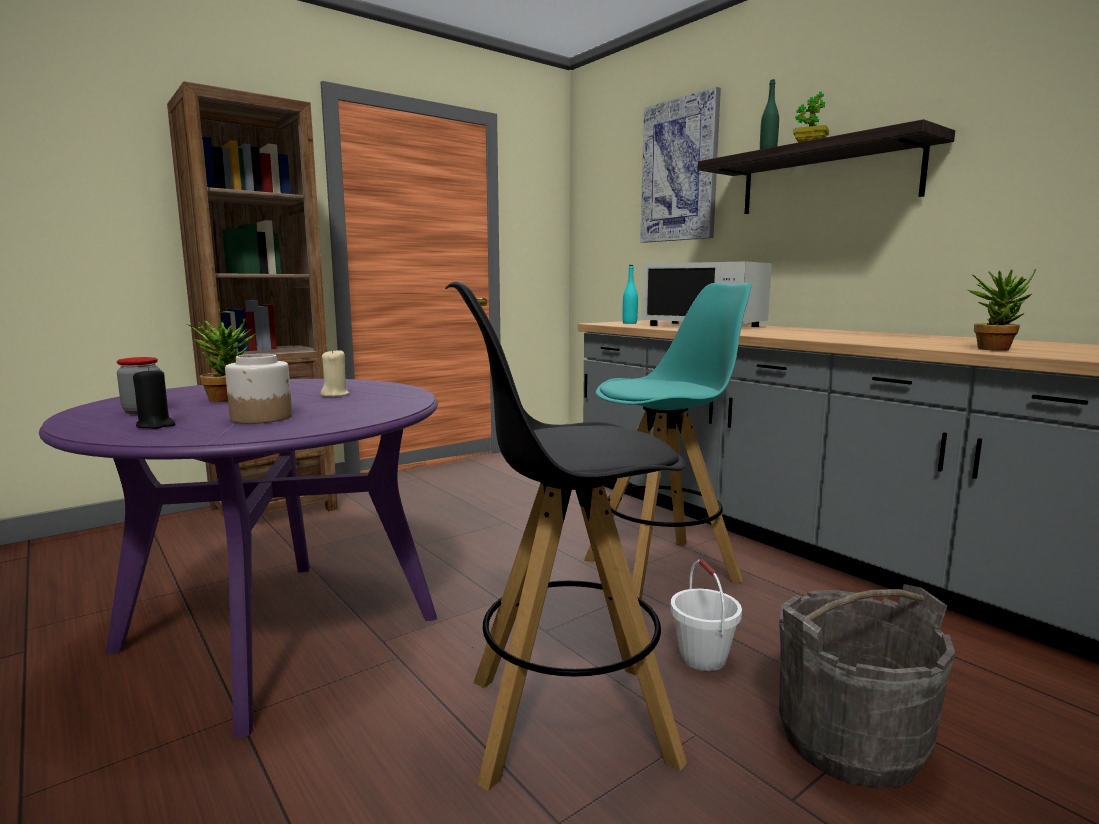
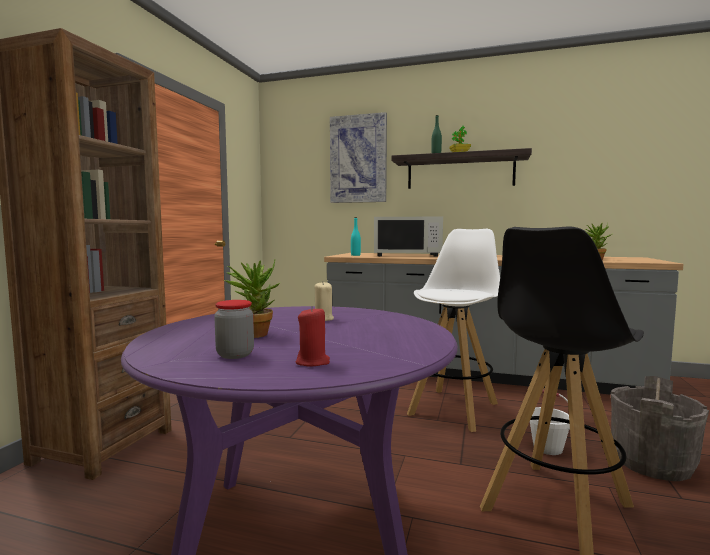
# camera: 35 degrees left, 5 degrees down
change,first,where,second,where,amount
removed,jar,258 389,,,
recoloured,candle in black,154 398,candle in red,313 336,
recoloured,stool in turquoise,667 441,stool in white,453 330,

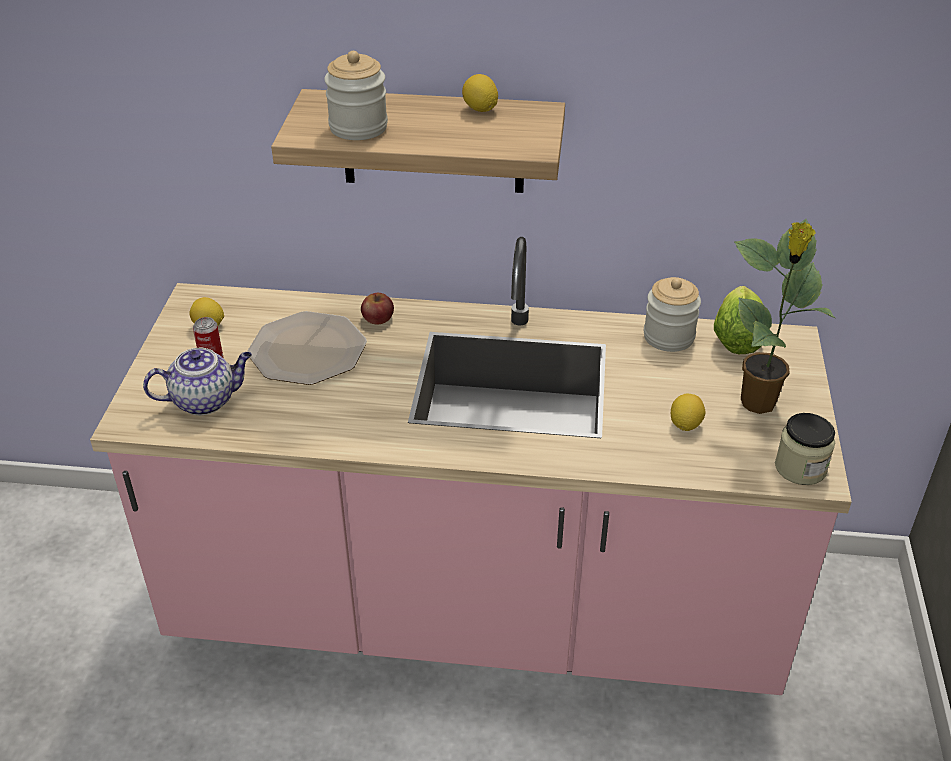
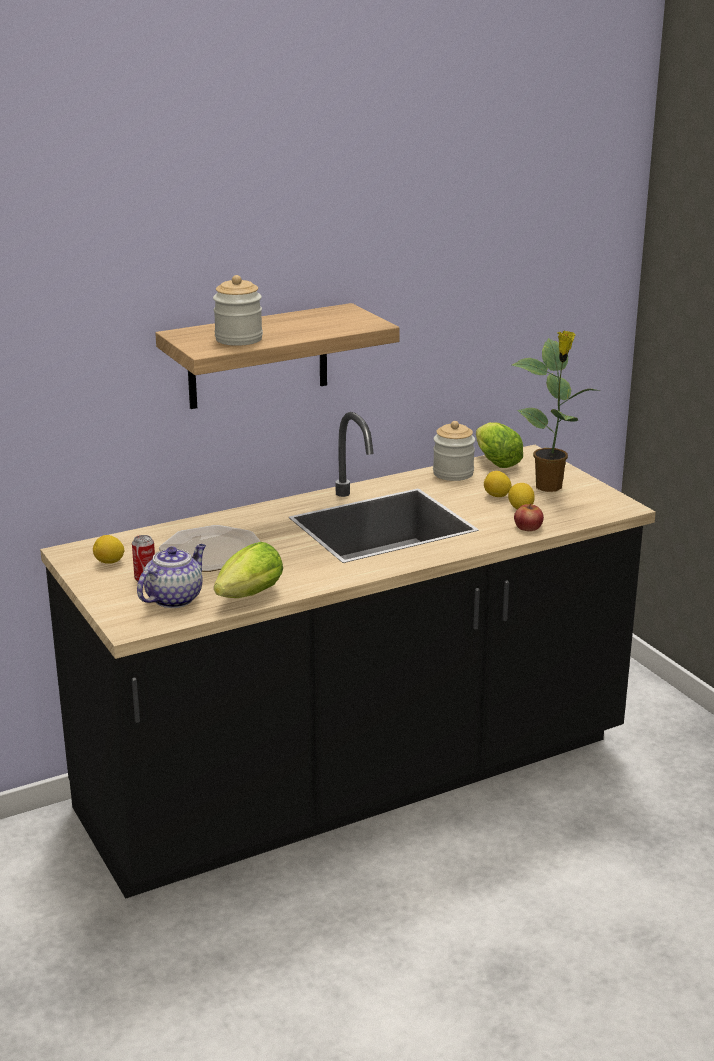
# camera: 35 degrees left, 15 degrees down
change,first,where,second,where,amount
removed,jar,805 449,,,
added,,,lettuce,248 570,
moved,apple,377 308,,529 517,
moved,lemon,480 93,,498 484,
recoloured,counter in pink,471 466,counter in black,348 655,

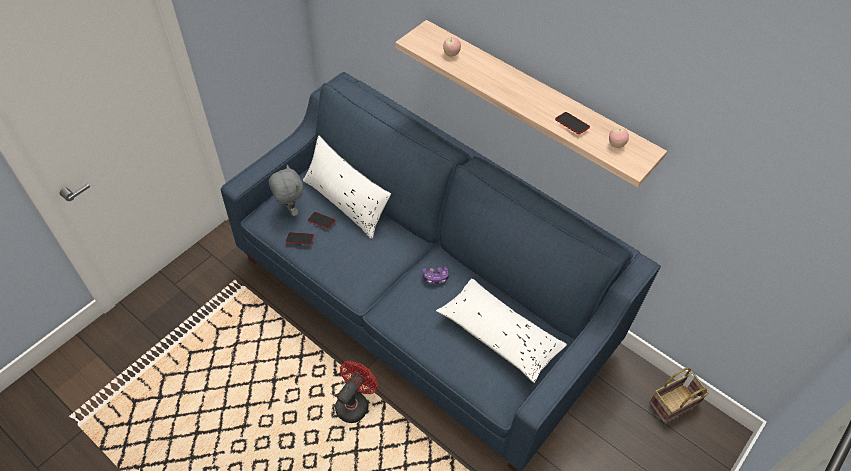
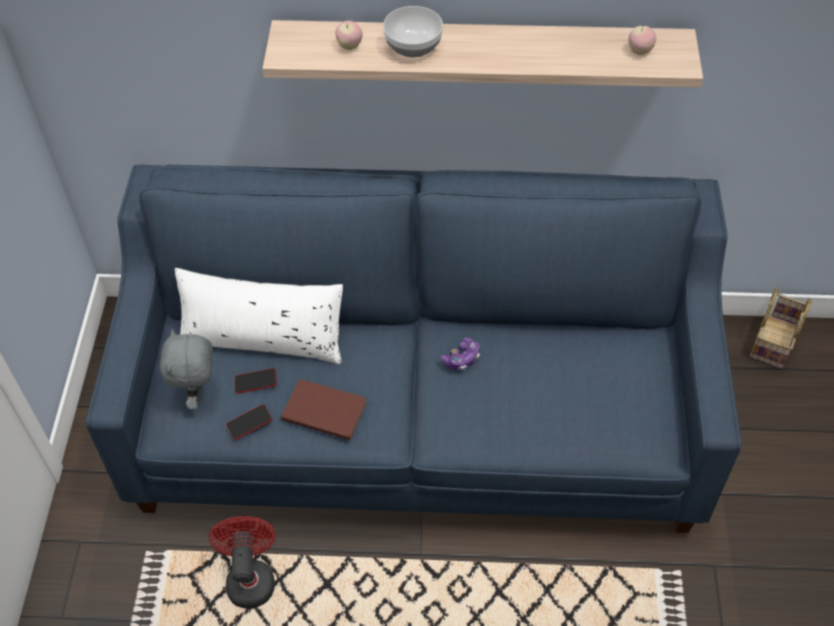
# camera: 35 degrees left, 0 degrees up
change,first,where,second,where,amount
removed,pillow in white,501 330,,,
removed,phone,572 123,,,
added,,,book in brown,324 409,
added,,,bowl,413 32,
moved,fan in red,356 392,,242 562,
turned,plush toy in grey,286 190,,186 369,120 degrees counterclockwise

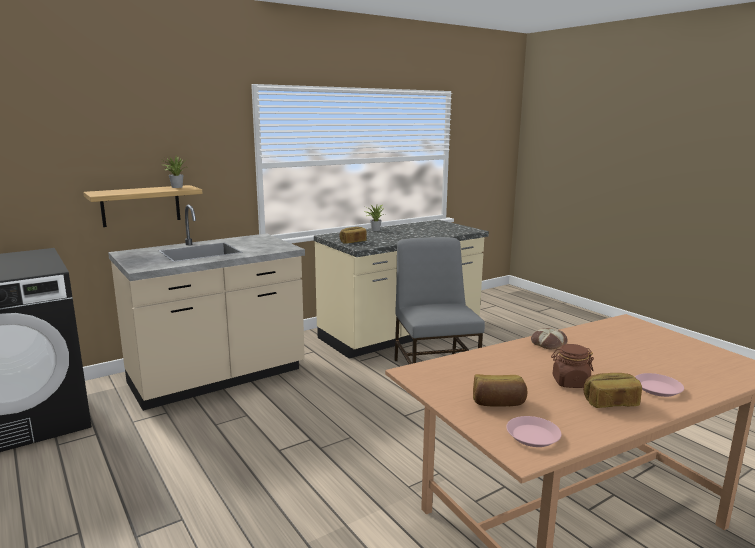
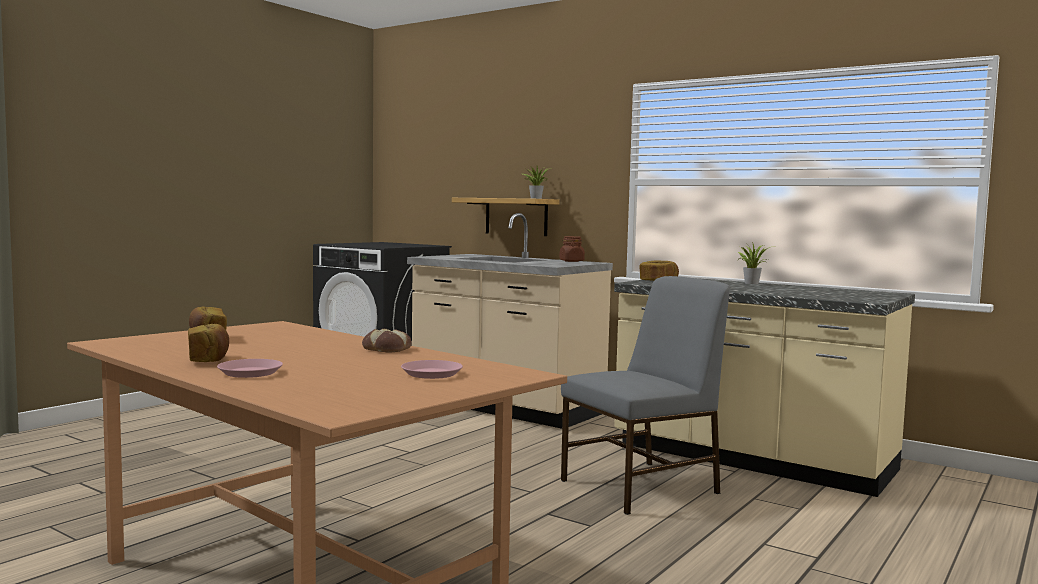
# camera: 70 degrees right, 10 degrees down
change,first,where,second,where,amount
moved,plate in pink,533 431,,432 369,
moved,jar in brown,572 366,,572 249,

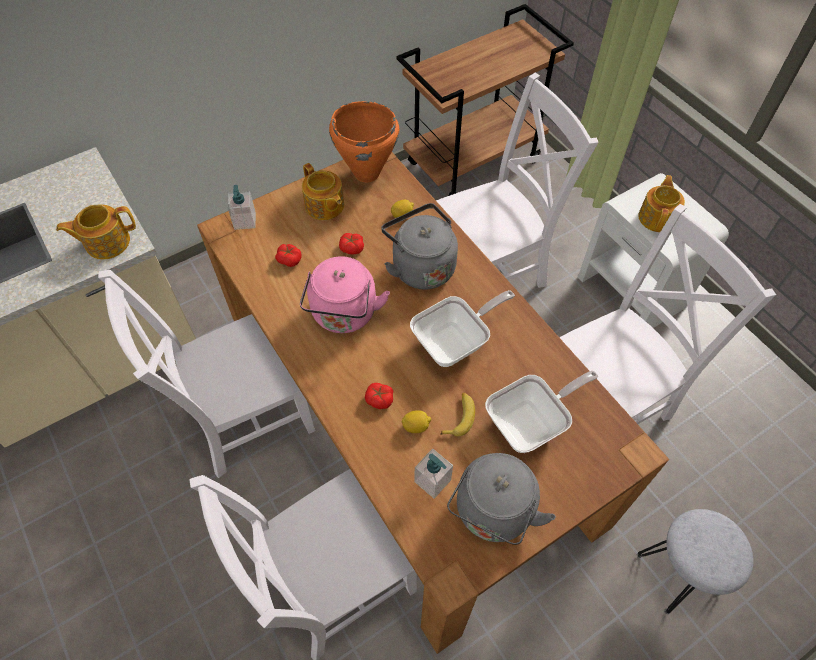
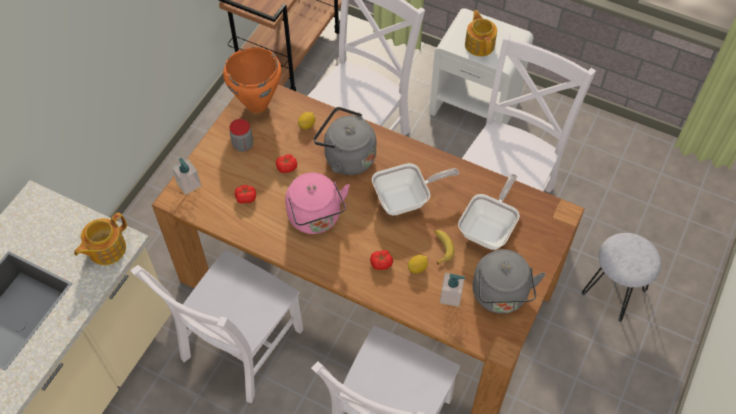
# camera: 30 degrees left, 0 degrees up
change,first,where,second,where,amount
replaced,teapot,323 191,jar,241 135,
turned,frying pan,462 328,,415 189,45 degrees clockwise

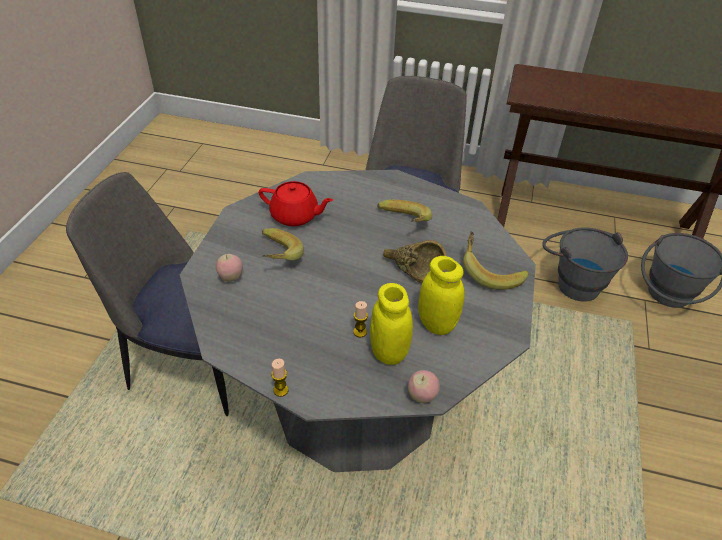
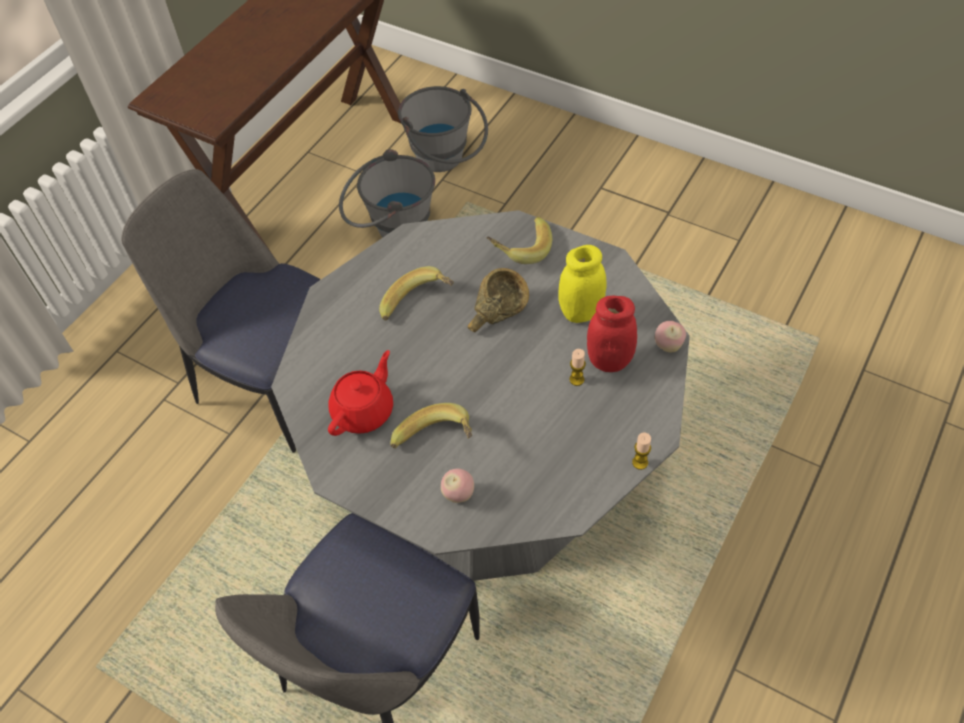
# camera: 70 degrees left, 10 degrees up
change,first,where,second,where,amount
recoloured,jar in yellow,391 324,jar in red,612 334,

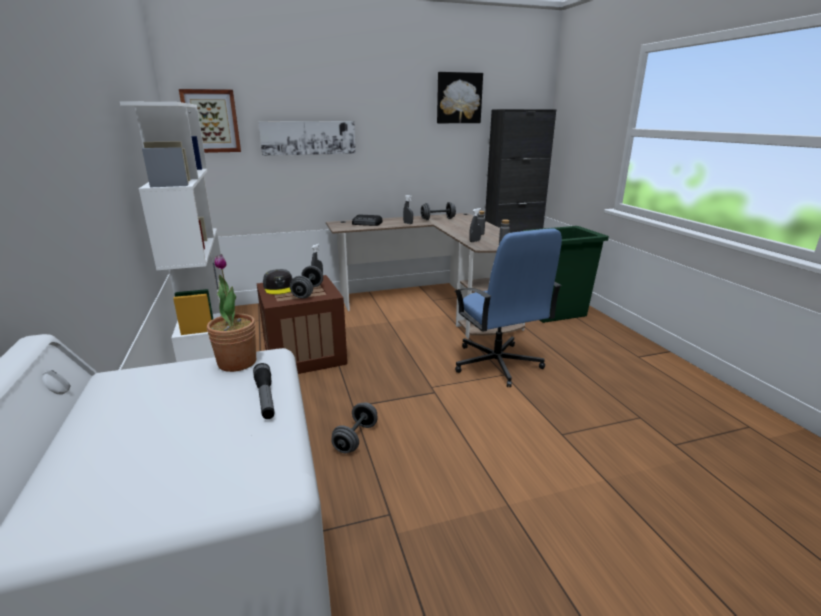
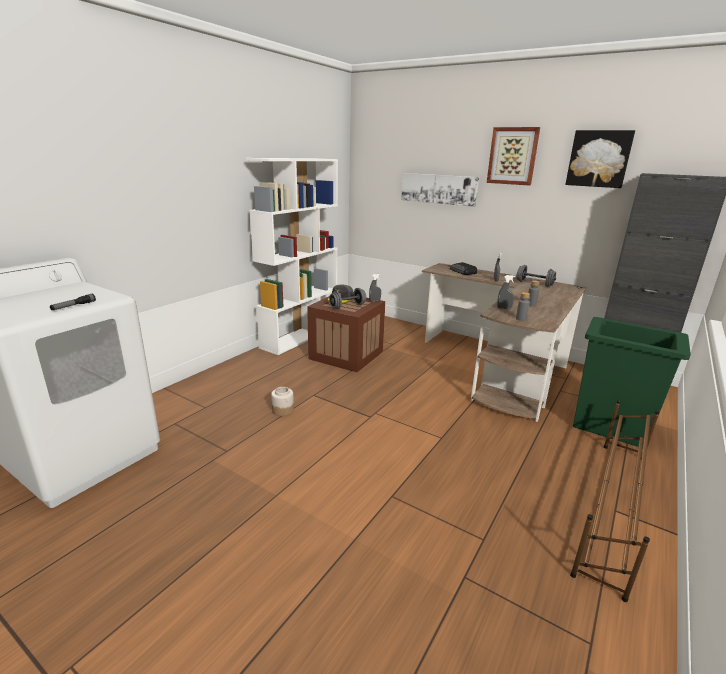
# camera: 50 degrees right, 0 degrees up
change,first,where,second,where,amount
removed,potted plant,231 313,,,
removed,office chair in blue,508 308,,,
added,,,shoe rack in brown,614 501,
moved,picture,210 121,,513 156,
replaced,dumbbell in grey,354 427,jar,282 401,

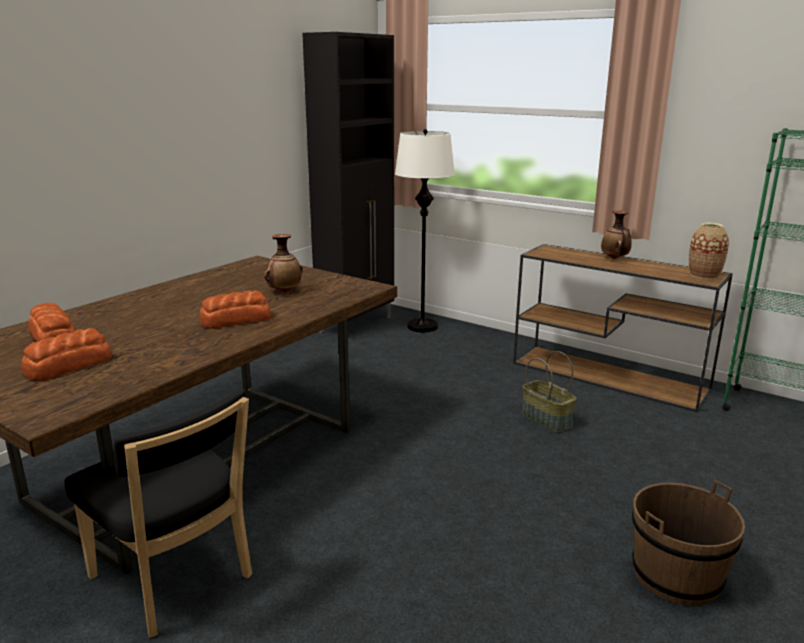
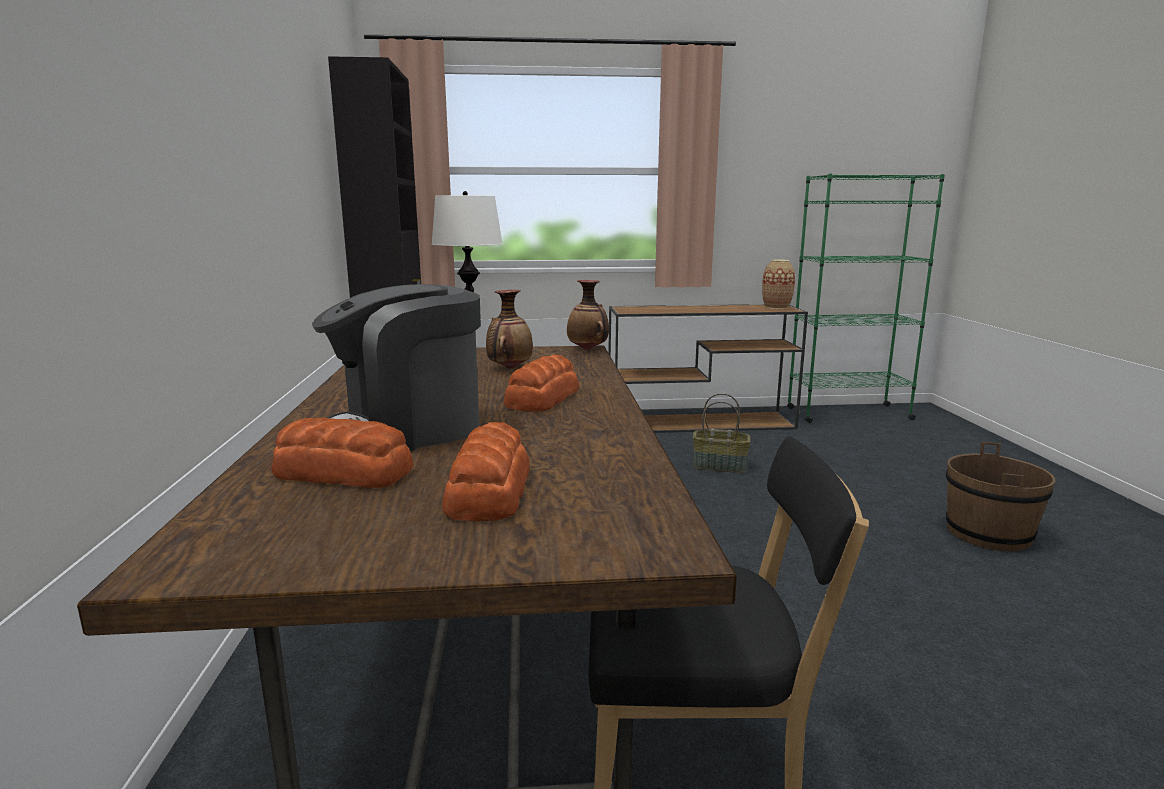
# camera: 40 degrees left, 5 degrees down
change,first,where,second,where,amount
added,,,coffee machine,396 367,
moved,vase,616 234,,588 315,

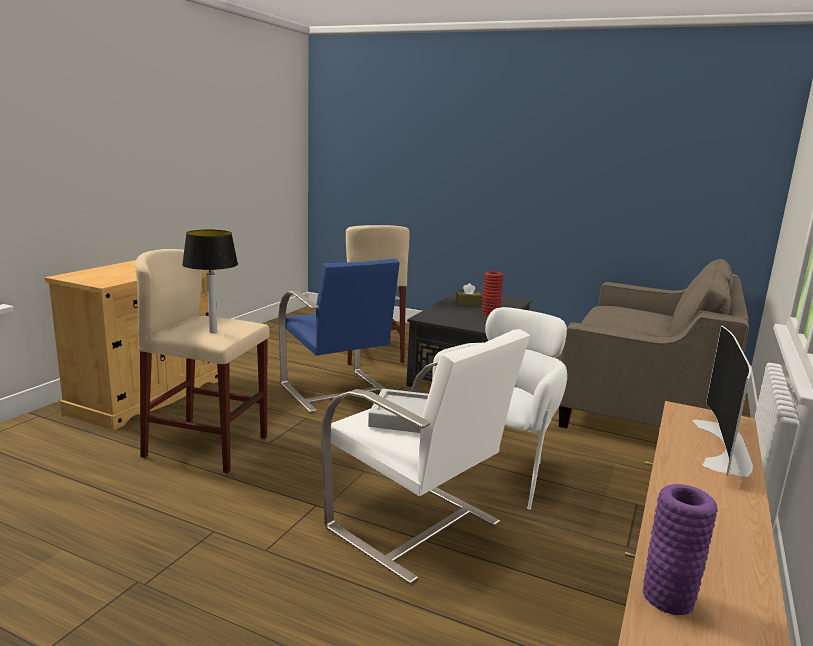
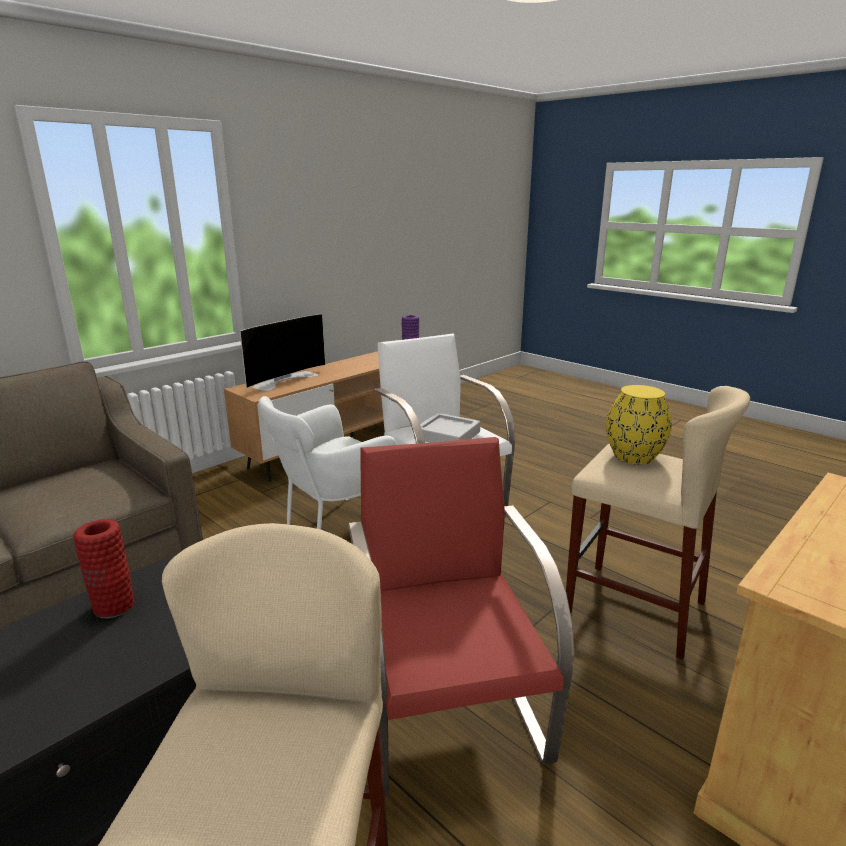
# camera: 160 degrees left, 5 degrees up
change,first,where,second,where,amount
removed,tissue box in brown,468 294,,,
replaced,table lamp,210 281,vase in yellow,639 424,
recoloured,armchair in blue,339 335,armchair in red,461 616,

